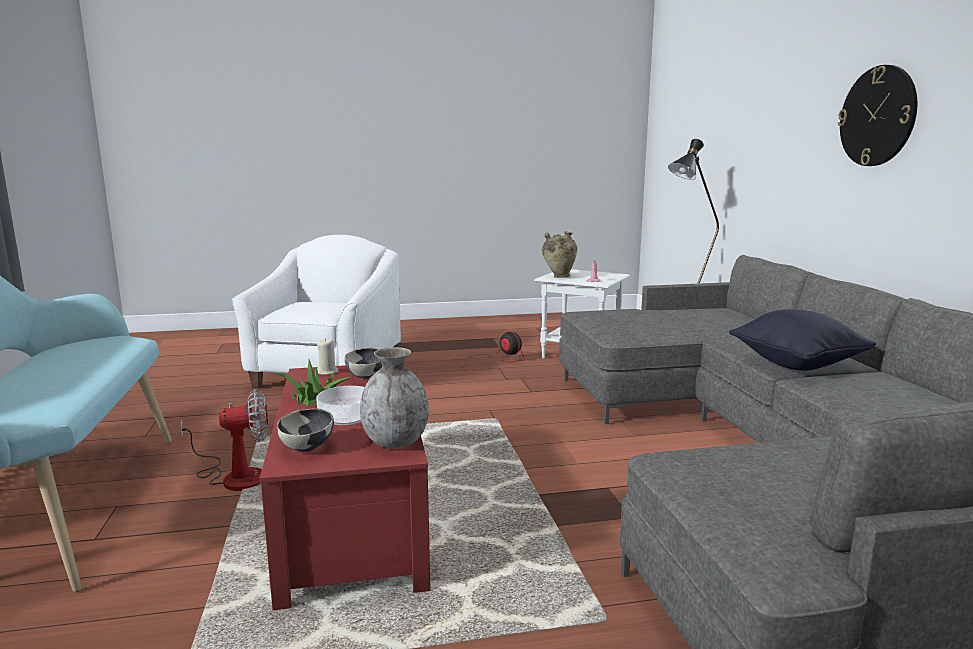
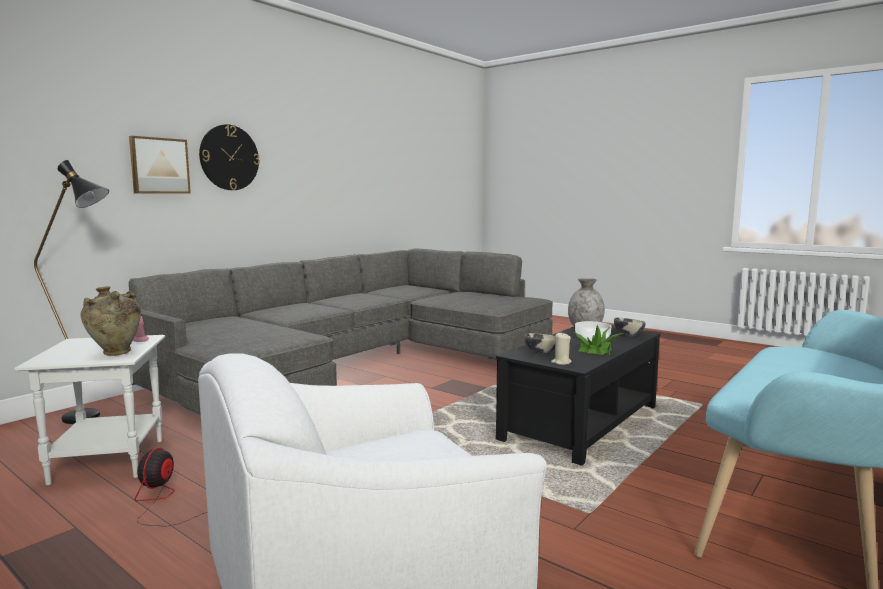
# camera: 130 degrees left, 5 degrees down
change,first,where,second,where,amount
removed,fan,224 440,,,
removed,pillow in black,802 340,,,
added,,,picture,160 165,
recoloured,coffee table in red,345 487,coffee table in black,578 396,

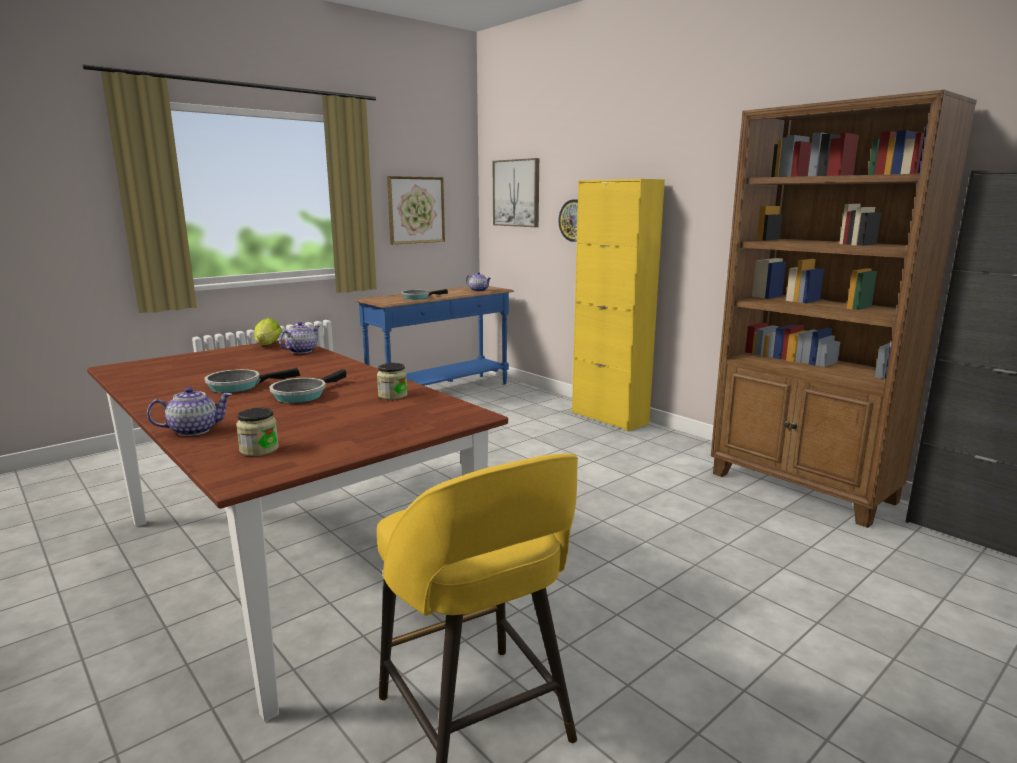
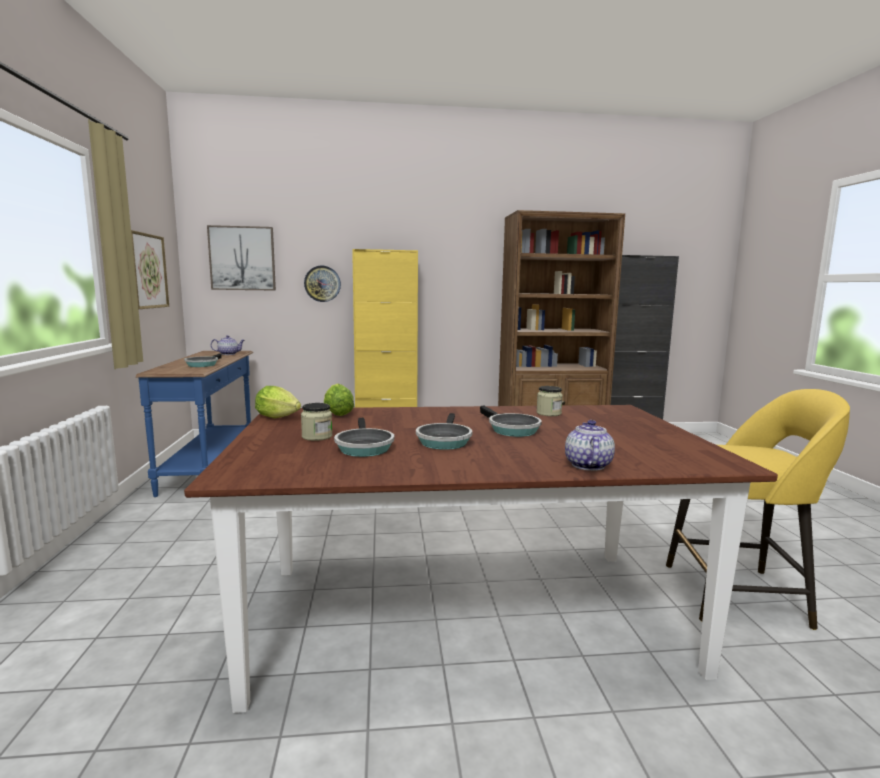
# camera: 55 degrees left, 5 degrees down
change,first,where,second,where,amount
added,,,frying pan,364 437,
moved,jar,257 432,,316 422,
replaced,teapot,299 338,lettuce,339 400,

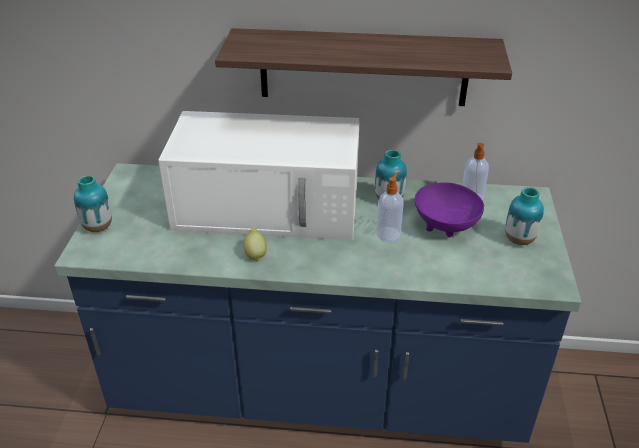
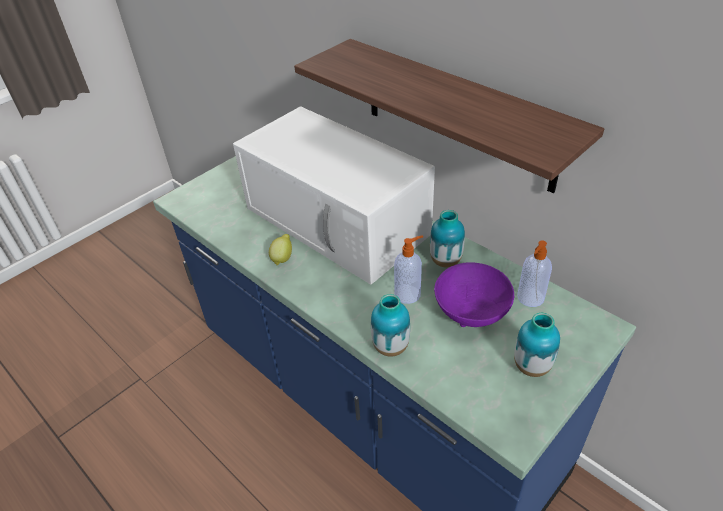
# camera: 40 degrees right, 5 degrees up
change,first,where,second,where,amount
moved,vase,93 203,,390 325,

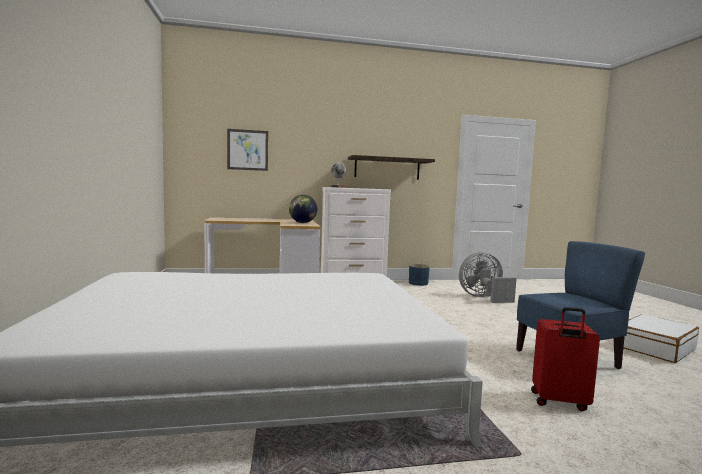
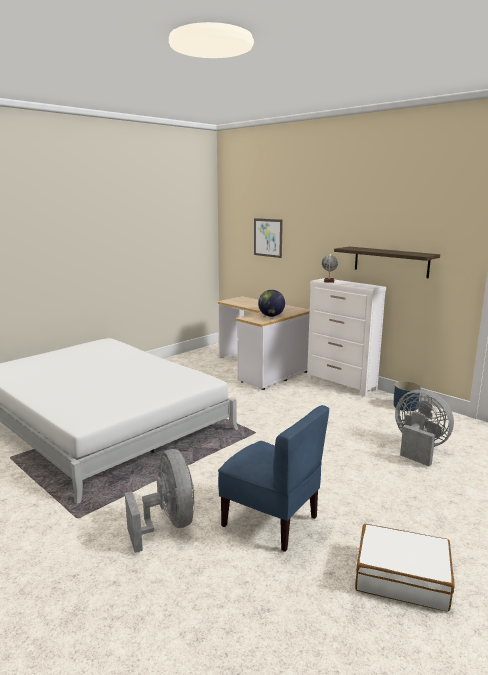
# camera: 55 degrees right, 10 degrees up
change,first,where,second,where,amount
replaced,suitcase in red,565 359,fan in grey,160 501,

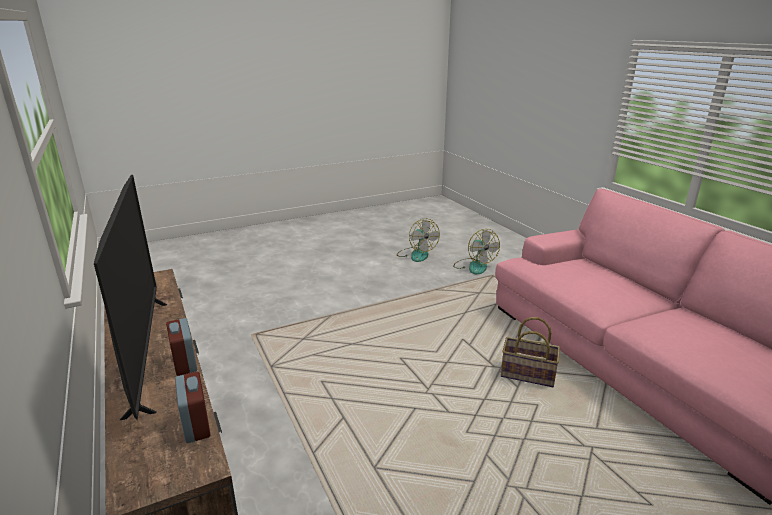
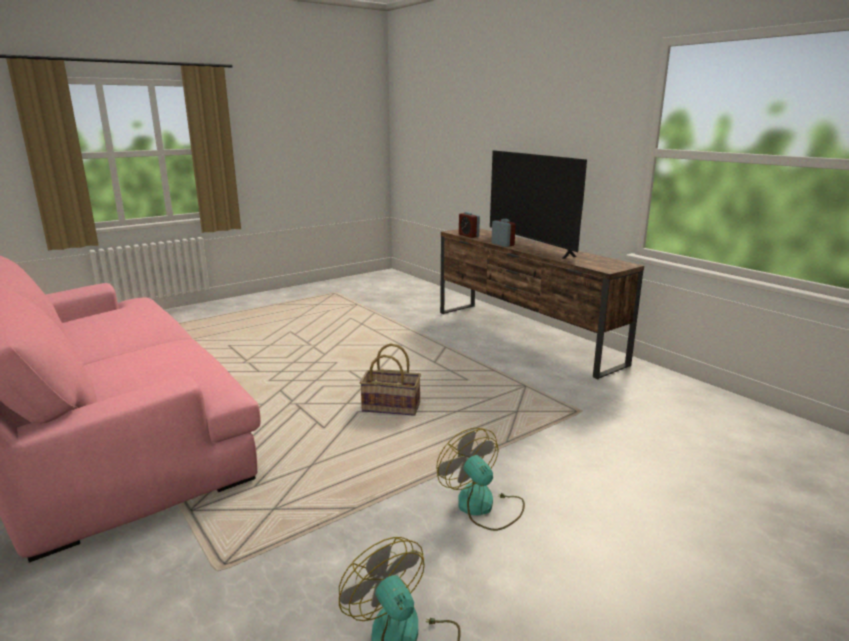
# camera: 170 degrees right, 5 degrees down
change,first,where,second,where,amount
moved,fan,476 251,,480 479,
moved,basket,530 352,,390 379,

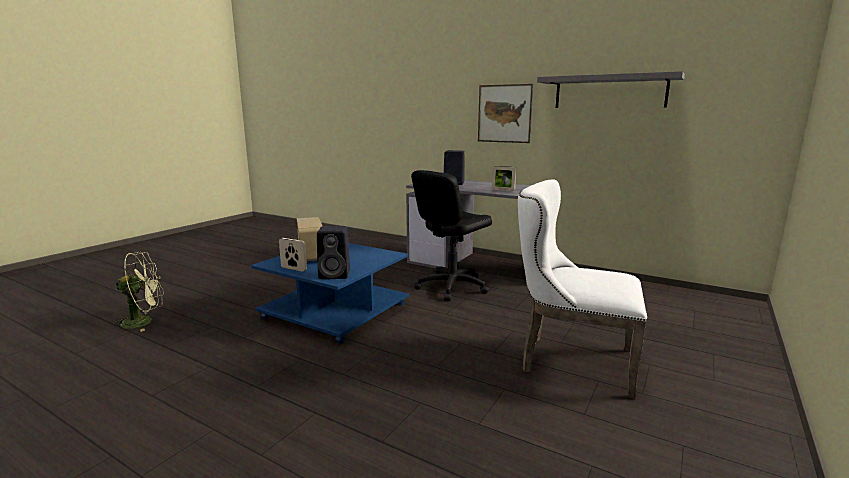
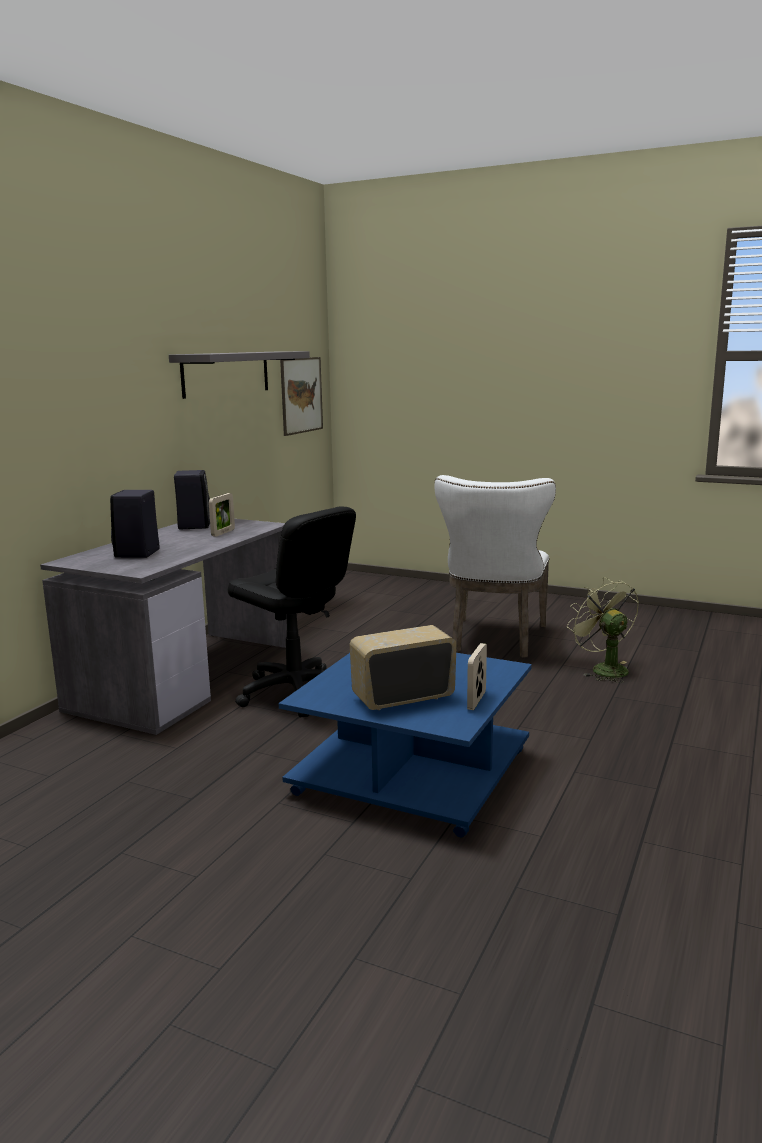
# camera: 95 degrees left, 0 degrees up
change,first,where,second,where,amount
moved,fan in green,138 292,,603 630,
moved,speaker in black,333 252,,192 499,
moved,picture,505 113,,301 396,

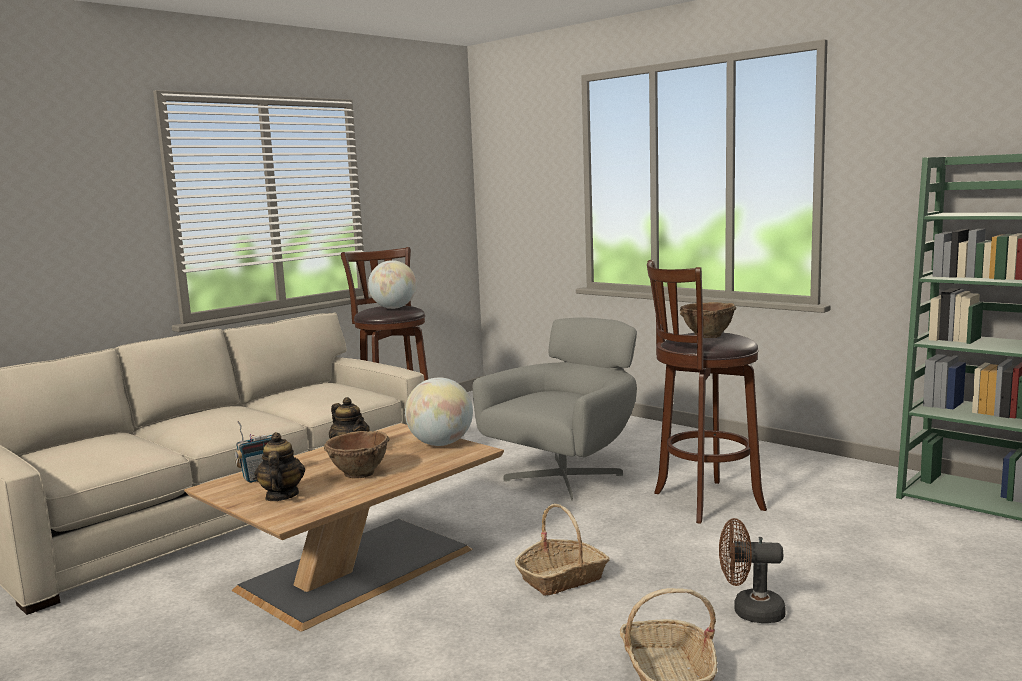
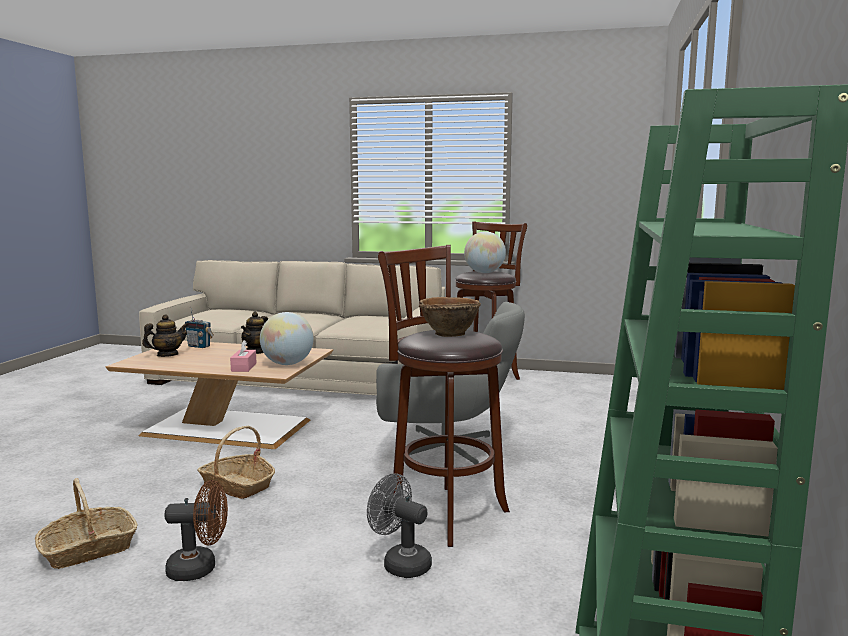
# camera: 60 degrees right, 0 degrees up
change,first,where,second,where,amount
removed,bowl in brown,357 454,,,
added,,,tissue box in pink,243 356,
added,,,fan in grey,399 525,
turned,fan in brown,752 570,,196 530,105 degrees clockwise

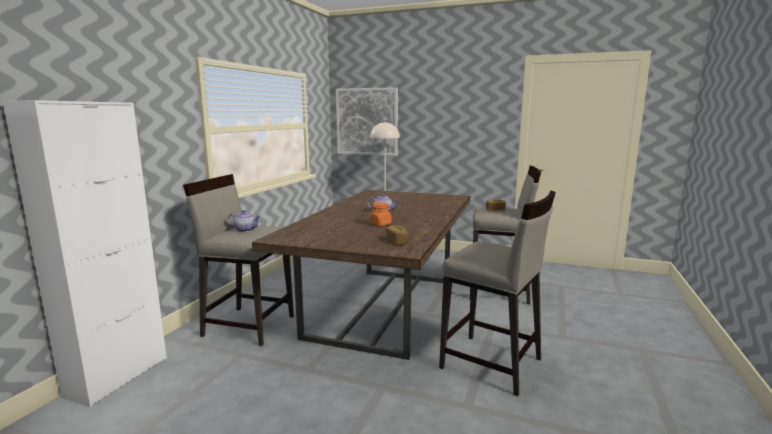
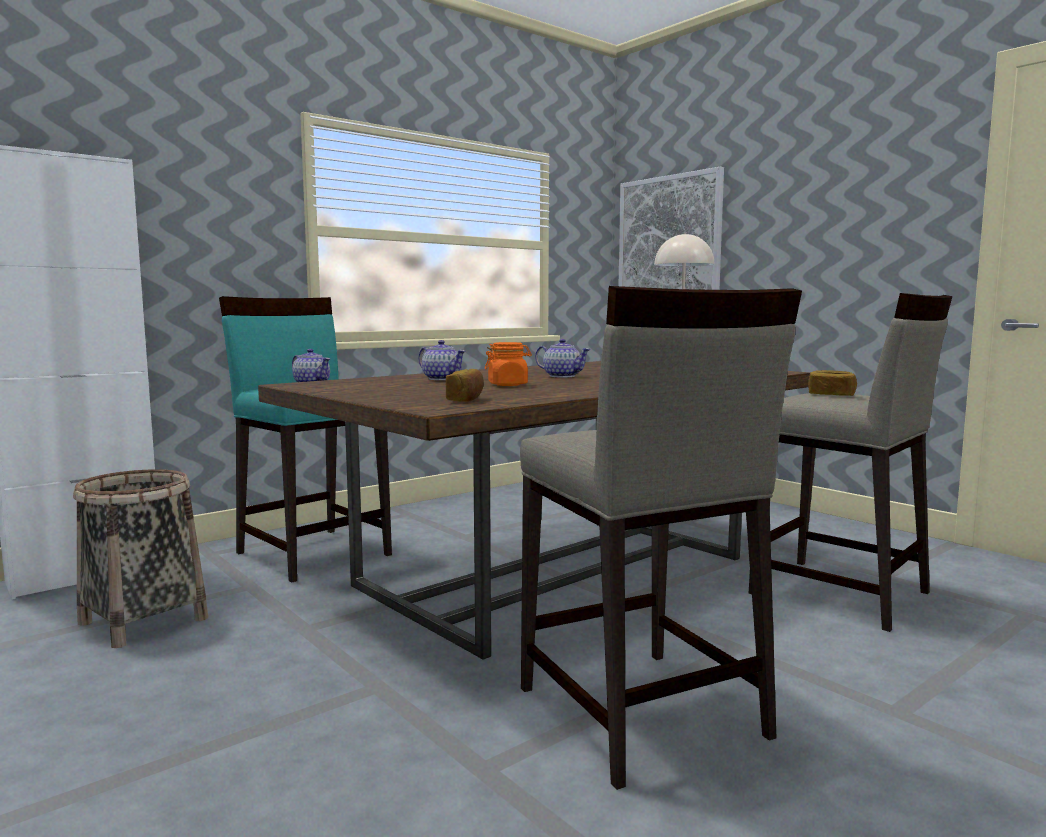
# camera: 30 degrees right, 5 degrees down
change,first,where,second,where,amount
added,,,basket,140 558,
added,,,teapot,442 360,
recoloured,stool in beige,238 260,stool in turquoise,305 439,

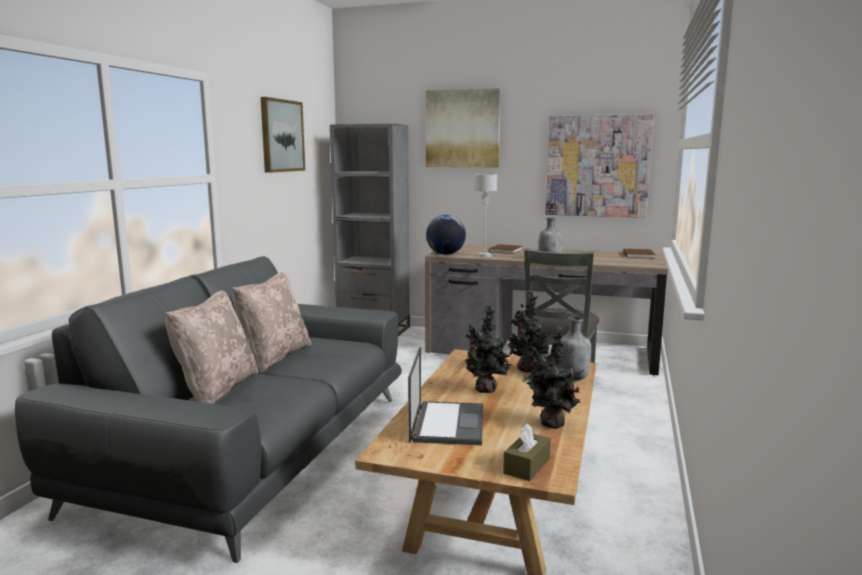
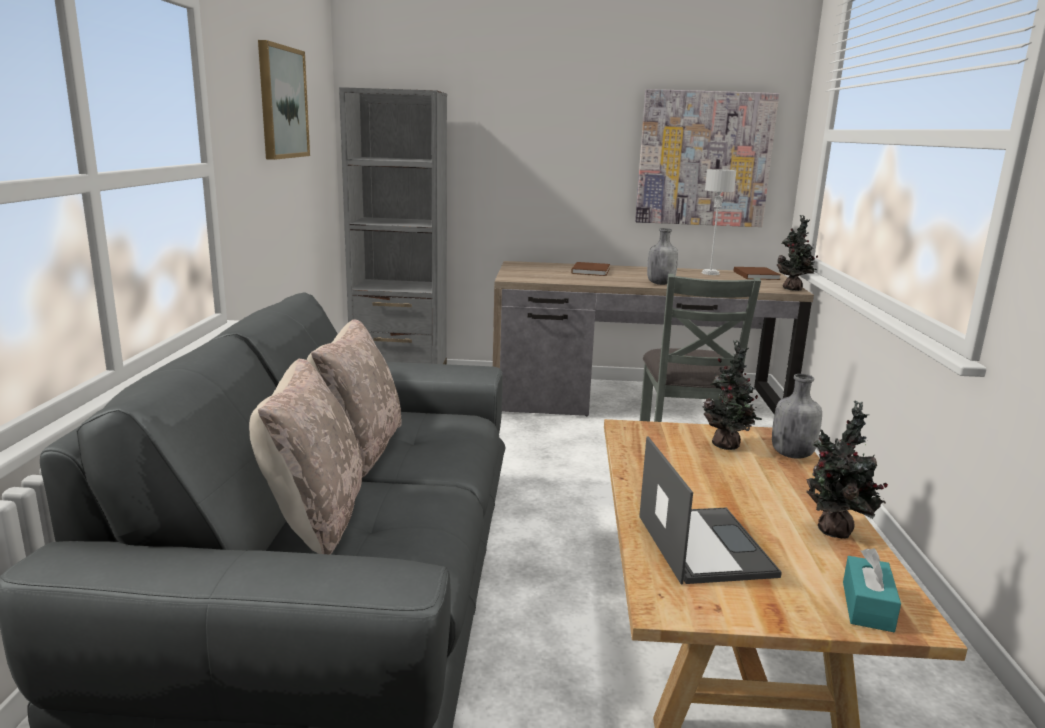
# camera: 15 degrees left, 5 degrees up
change,first,where,second,where,amount
removed,picture,463 127,,,
removed,globe,446 235,,,
moved,potted plant,488 348,,797 253,
moved,table lamp in grey,485 215,,718 222,
recoloured,tissue box in brown,527 452,tissue box in turquoise,872 590,

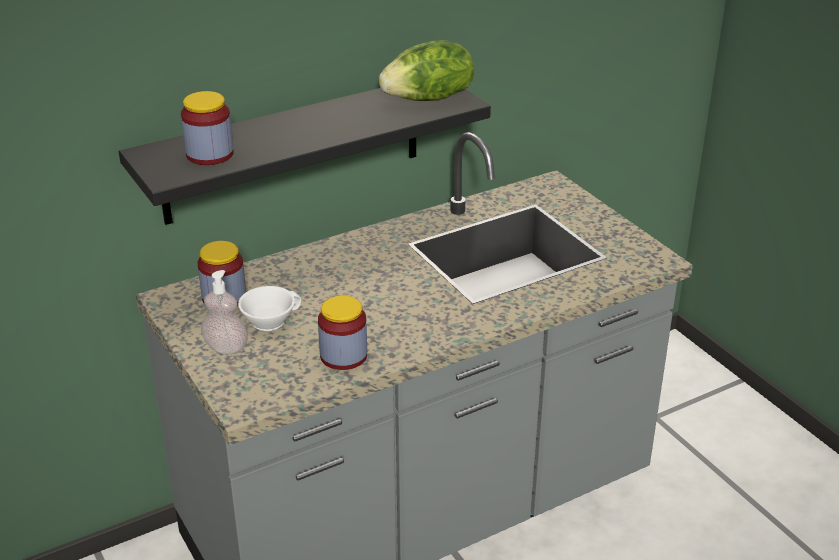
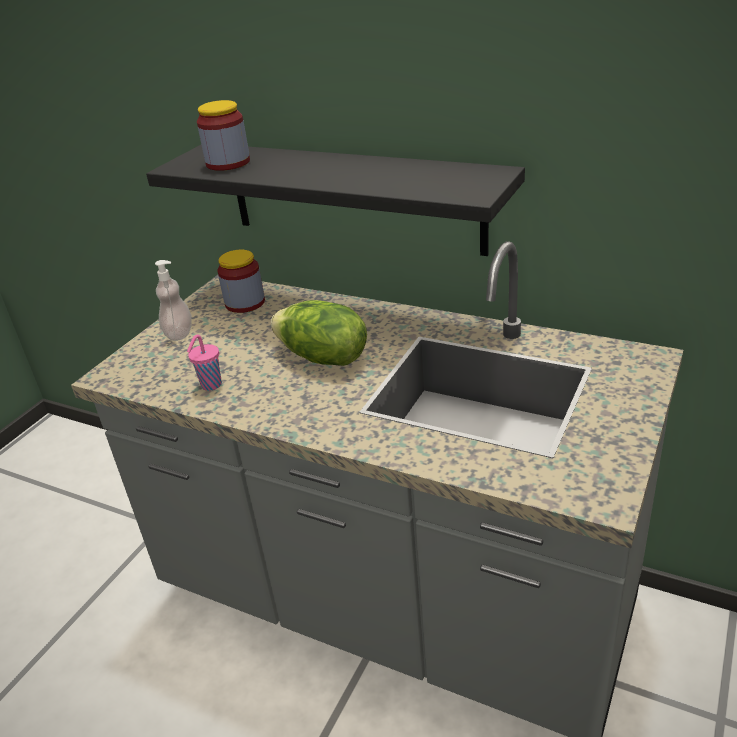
# camera: 60 degrees right, 0 degrees up
change,first,where,second,where,amount
removed,cup in white,270 308,,,
moved,lettuce,426 70,,319 333,
replaced,jar,342 333,cup in pink,204 363,

